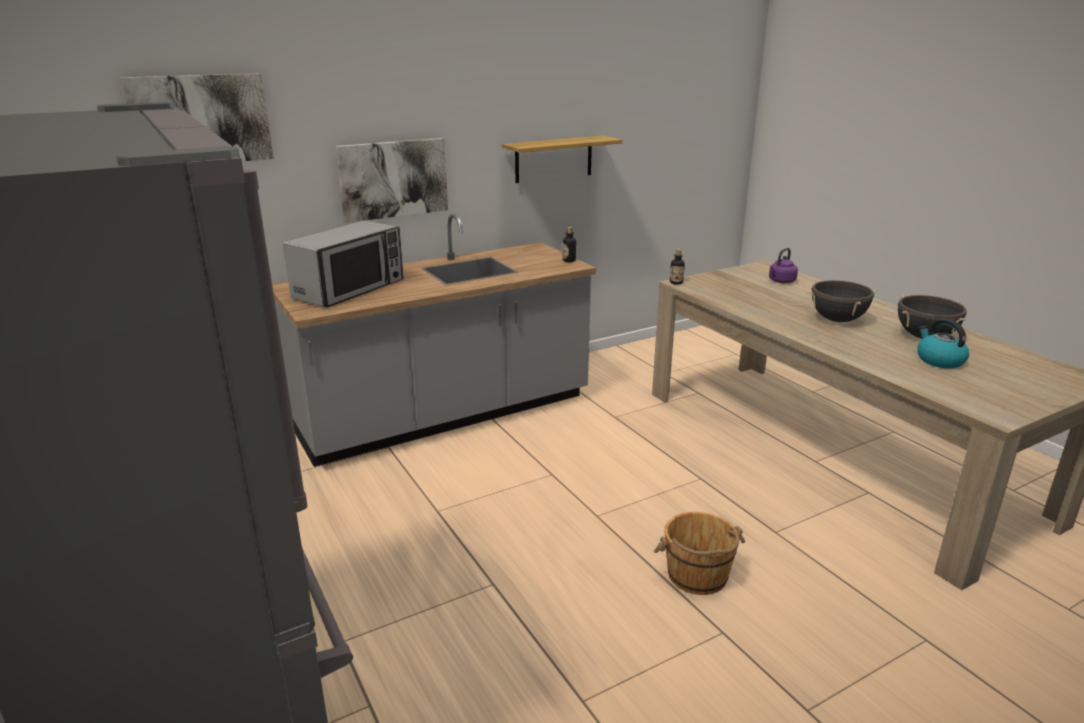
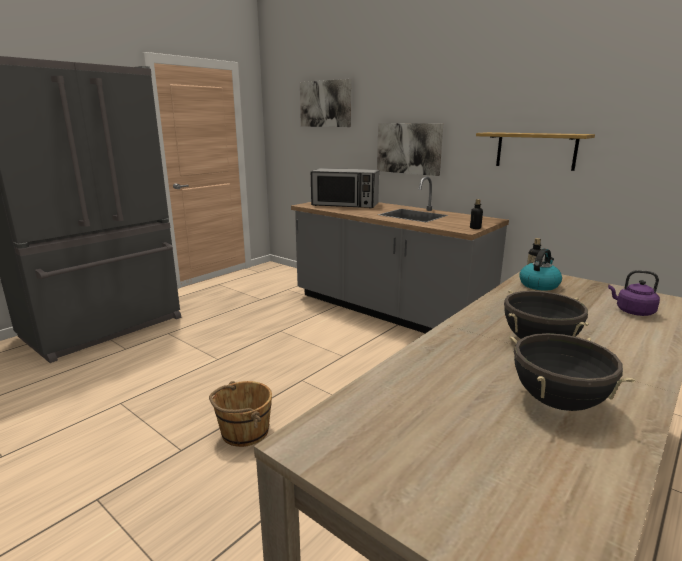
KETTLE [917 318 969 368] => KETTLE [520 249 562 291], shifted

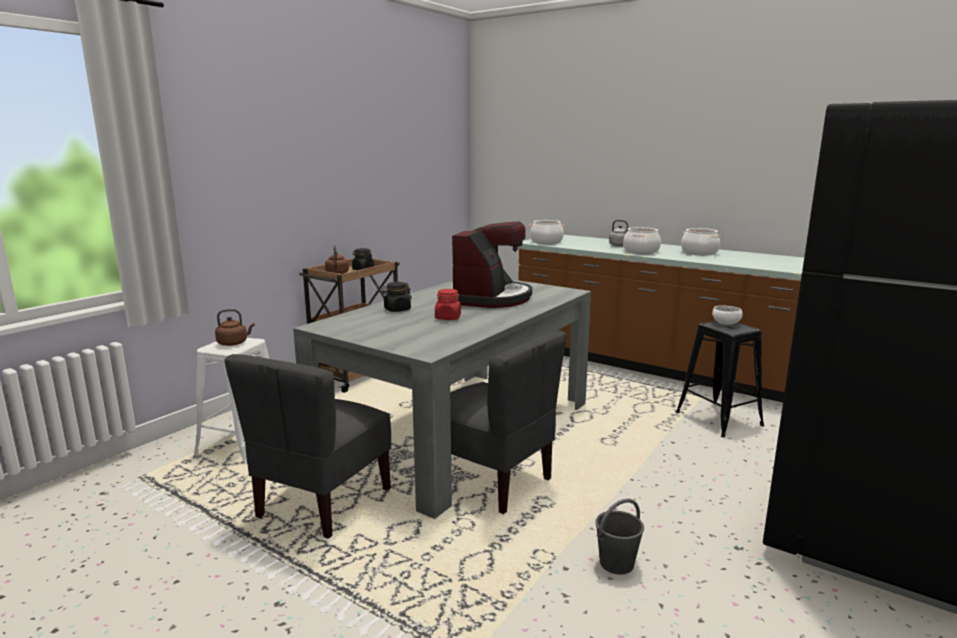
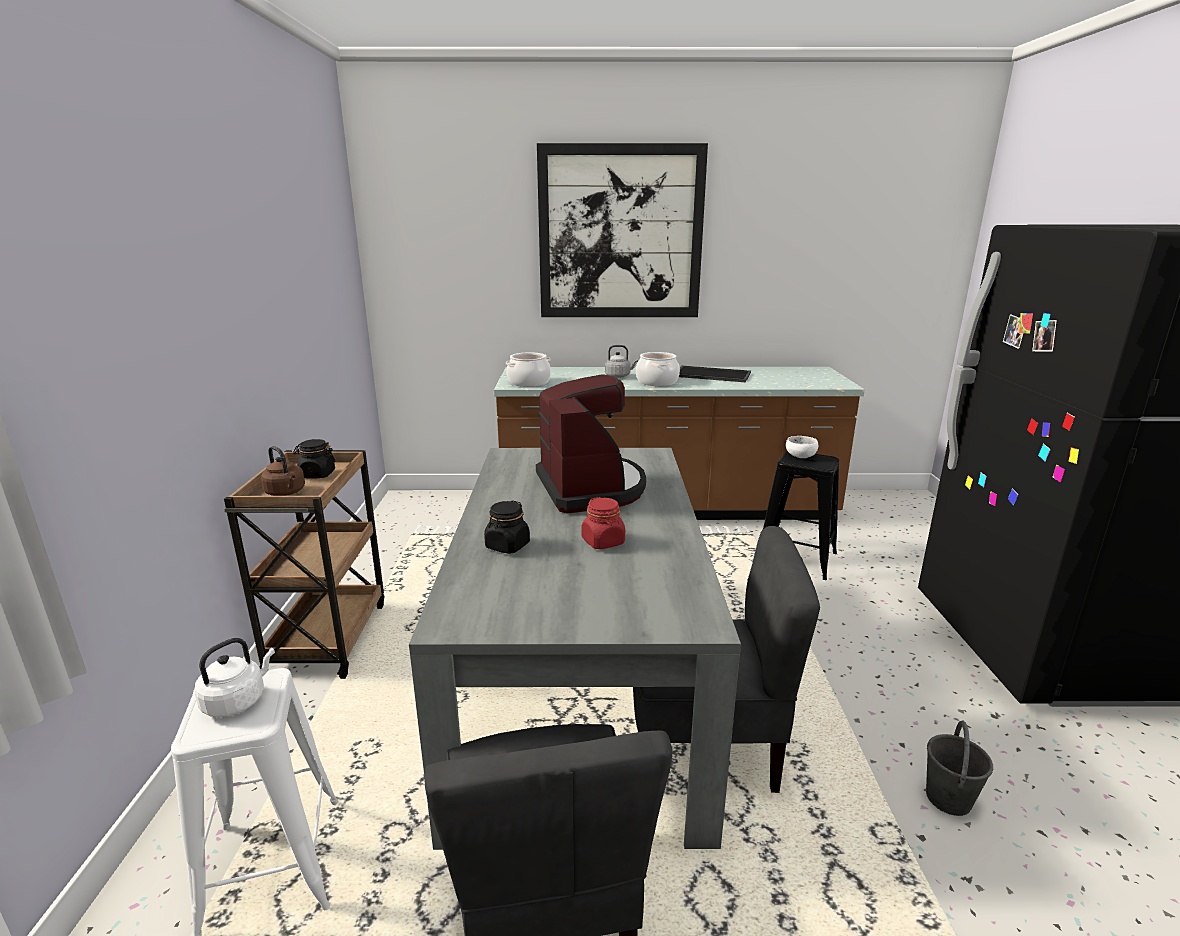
nothing => PICTURE [537 143 708 317]
COOKING POT [681 228 720 255] => TRAY [679 366 751 382]
BROWN KETTLE [215 309 255 346] => WHITE KETTLE [195 638 275 717]

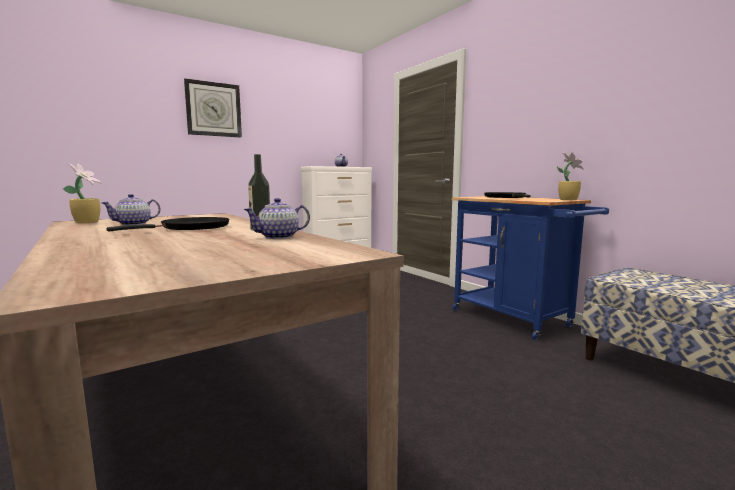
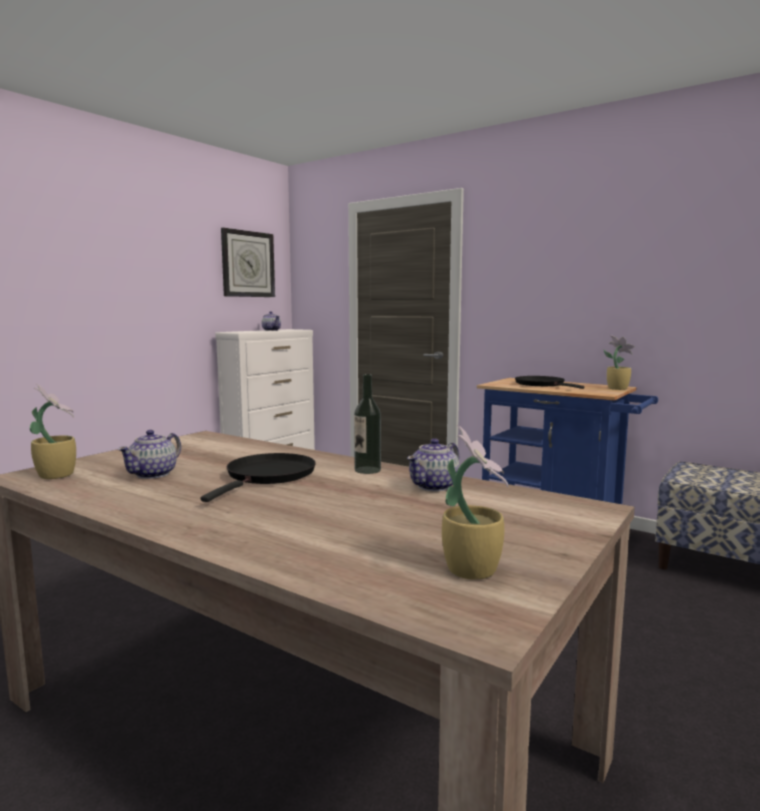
nothing => POTTED PLANT [442 425 508 580]
WALL CLOCK [184 78 242 138] => WALL CLOCK [221 228 275 297], shifted

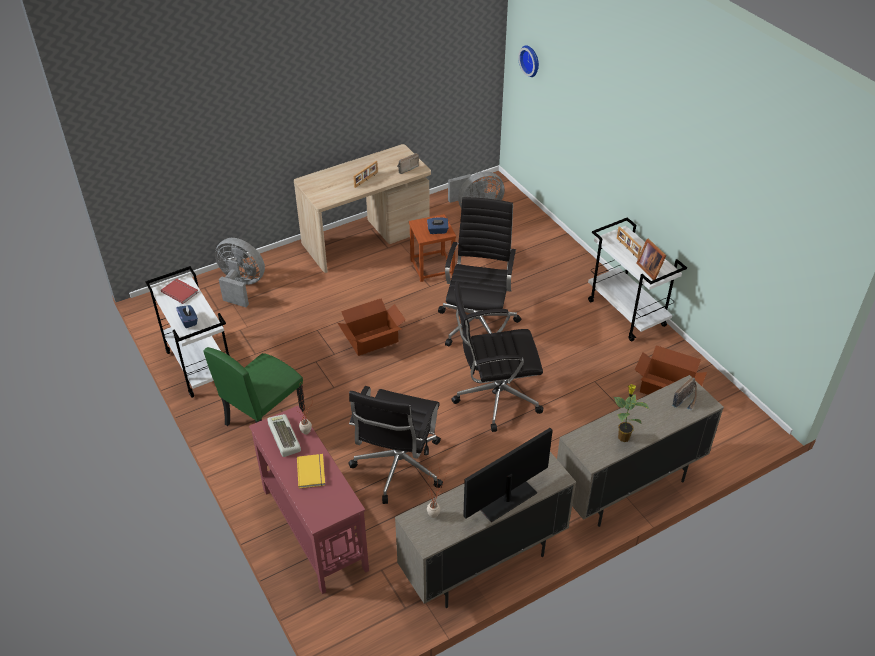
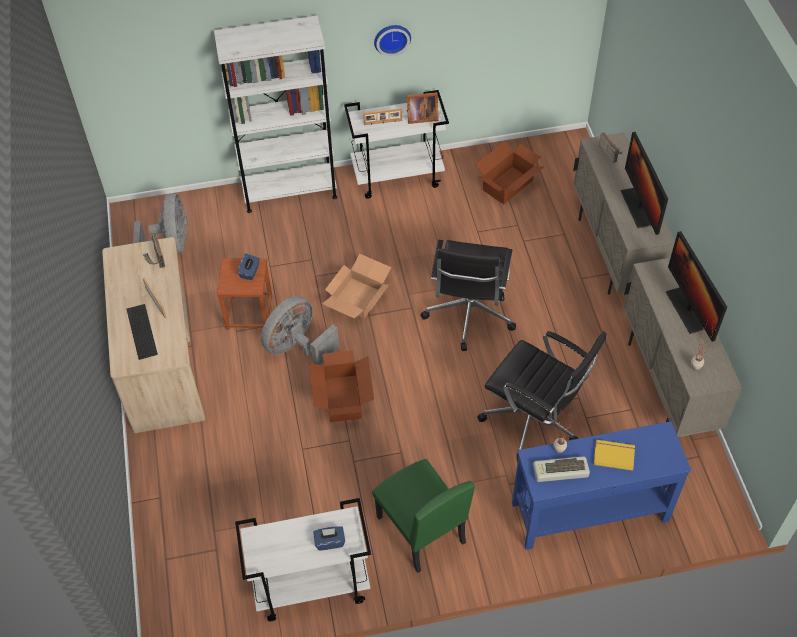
RED BOOK [161 278 199 304] => nothing
nothing => KEYBOARD [126 304 158 360]
nothing => WHITE BOOKCASE [214 15 337 213]
GREY FAN [215 238 265 307] => GREY FAN [261 296 339 365], shifted
WALL CLOCK [518 45 539 77] => WALL CLOCK [374 25 411 56], shifted
BLACK OFFICE CHAIR [438 197 521 346] => CARDBOARD BOX [322 254 391 319]
POTTED PLANT [614 384 649 442] => MONITOR [621 132 668 235]
RED CONSOLE TABLE [249 406 369 594] => BLUE CONSOLE TABLE [512 421 691 550]

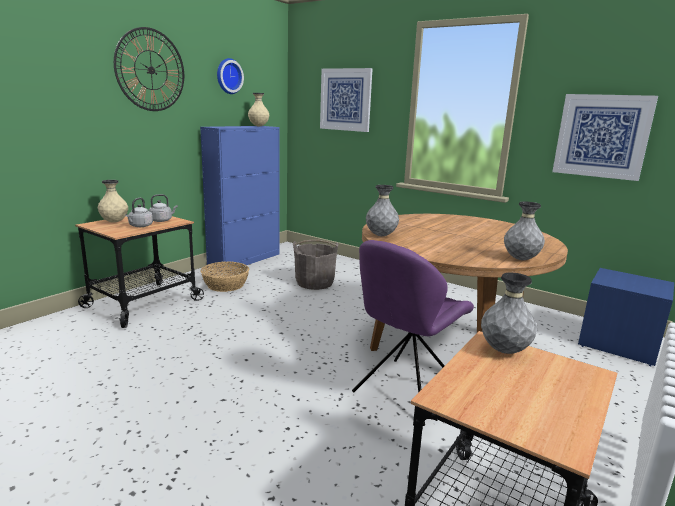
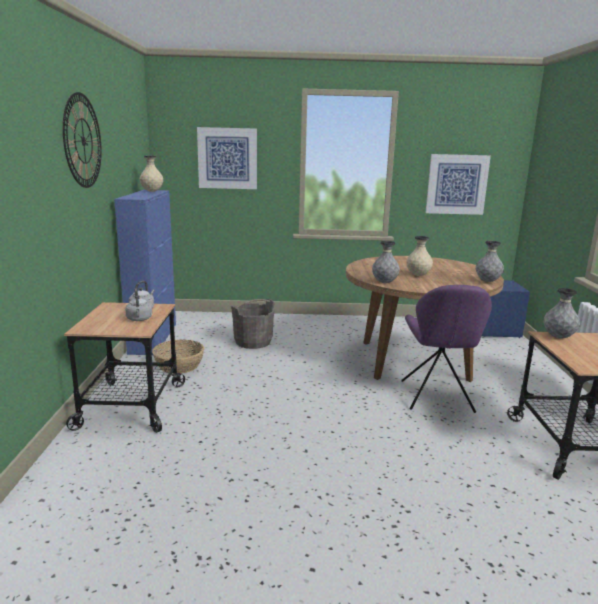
WALL CLOCK [217 58 244 94] => nothing
BEIGE VASE [98 180 128 223] => BEIGE VASE [406 236 433 276], shifted

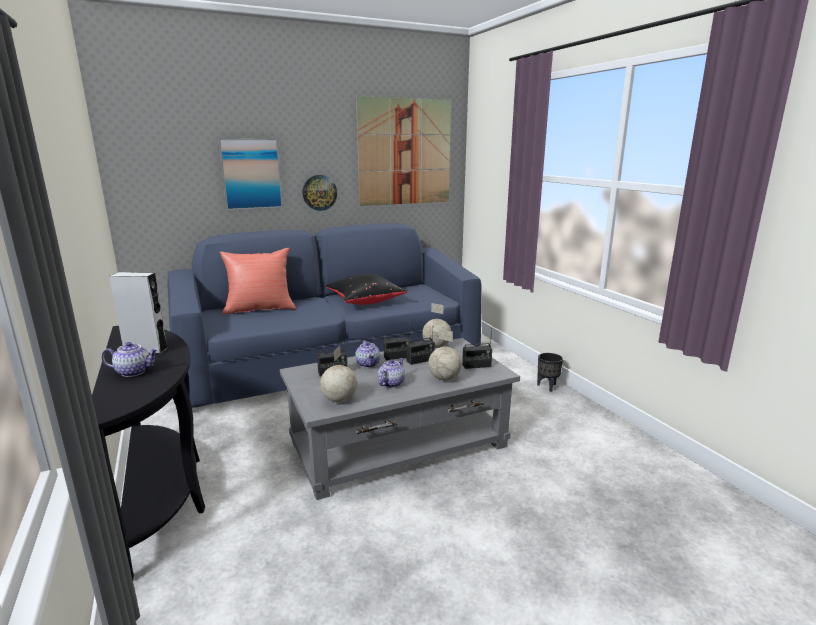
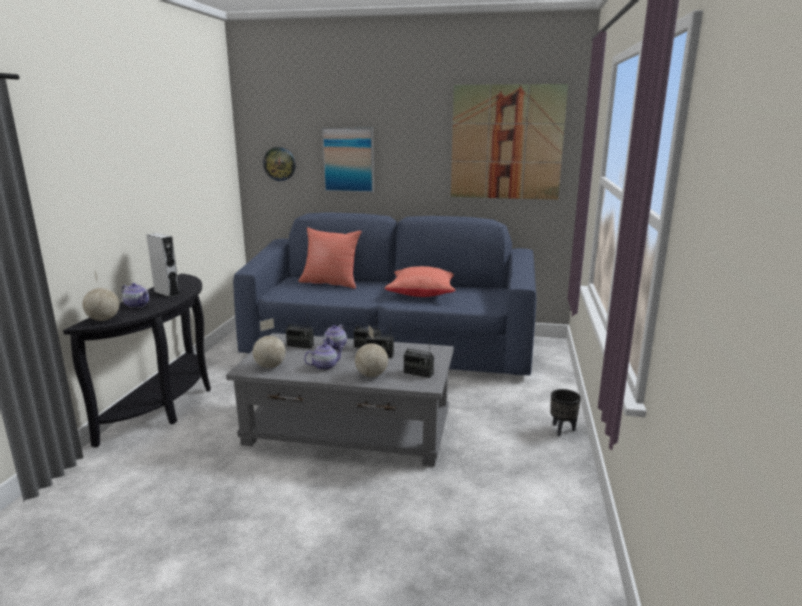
WALL CLOCK [302 175 337 211] => WALL CLOCK [263 147 296 181], shifted
GLOBE [422 303 451 348] => GLOBE [82 270 119 321], shifted
BLACK PILLOW [325 274 408 305] => RED PILLOW [385 266 456 297]

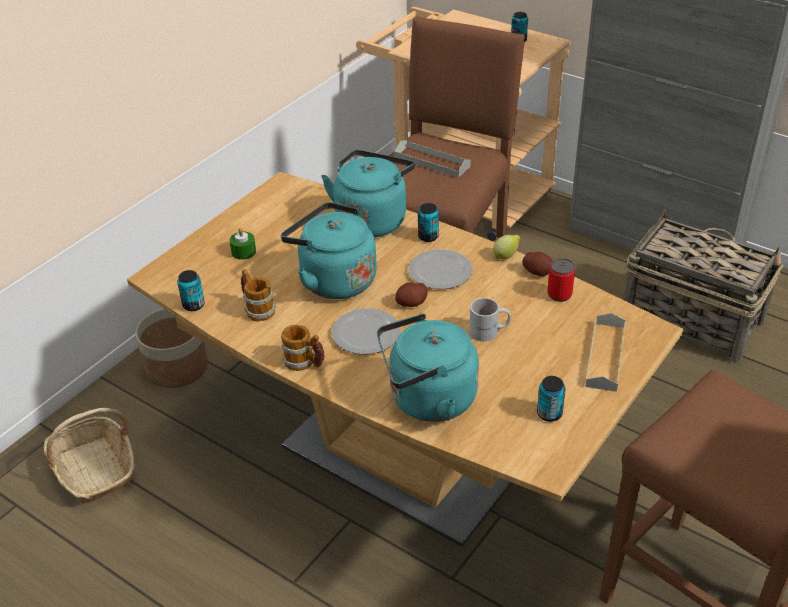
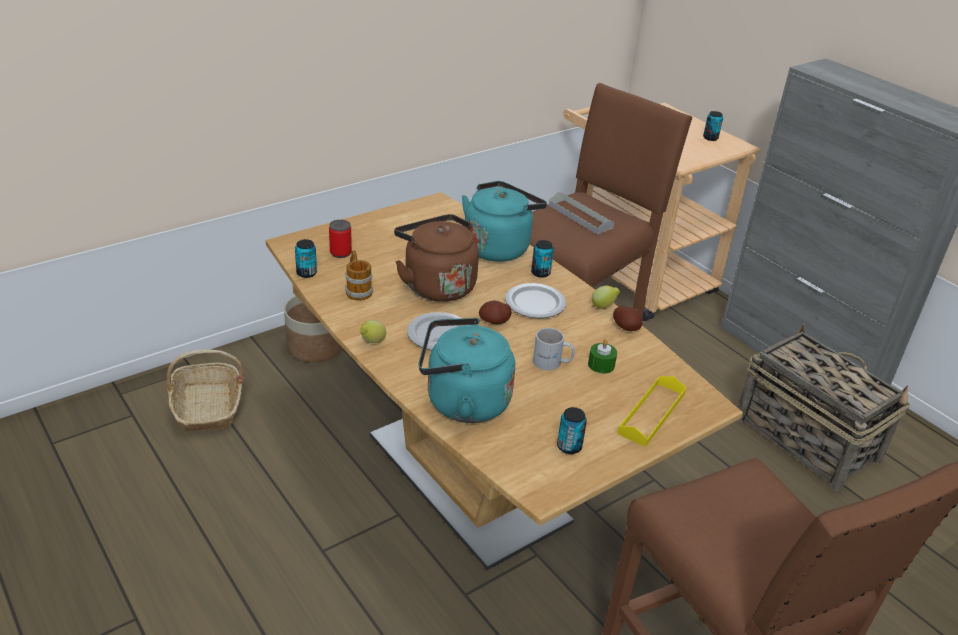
GREEN CANDLE [229 228 256 260] => GREEN CANDLE [588 339 617 373], shifted
CAN [547 258 575 302] => CAN [329 220 352 258], shifted
MUG [281 325 325 371] => LEMON [360 320 386 343]
TURQUOISE KETTLE [281 202 377 299] => BROWN KETTLE [394 214 479 302]
GREY TRAY [585 313 626 392] => YELLOW TRAY [617 376 686 447]

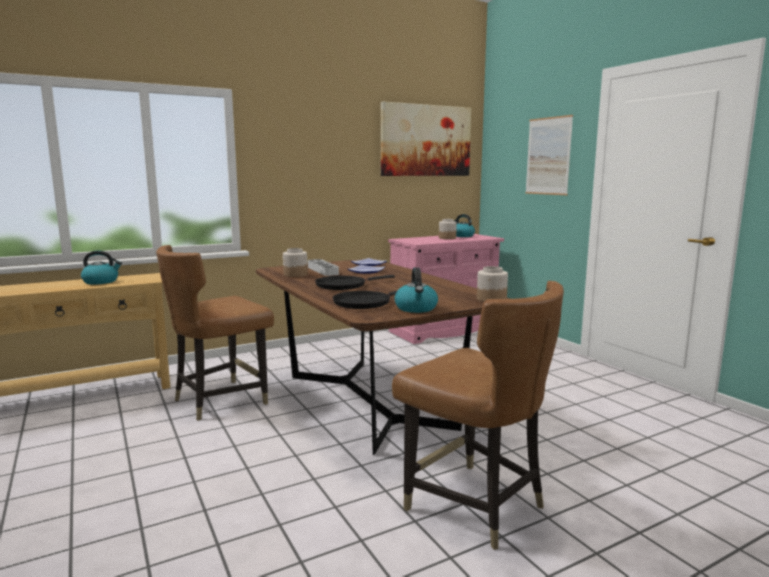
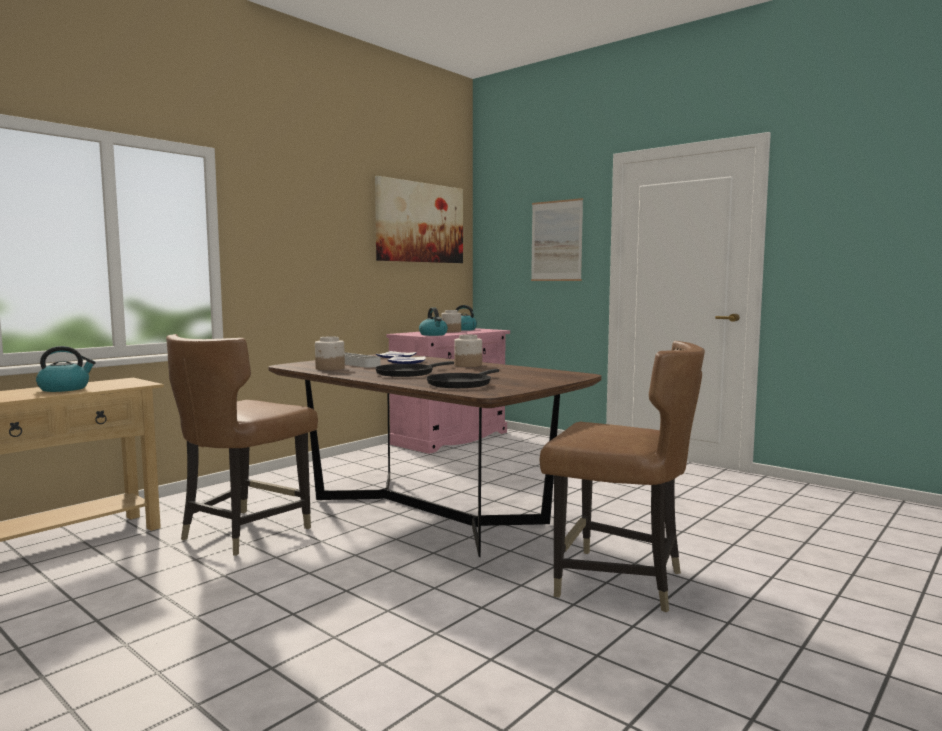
KETTLE [395 267 438 313] => KETTLE [419 307 448 336], shifted
JAR [477 266 508 302] => JAR [454 335 482 367], shifted

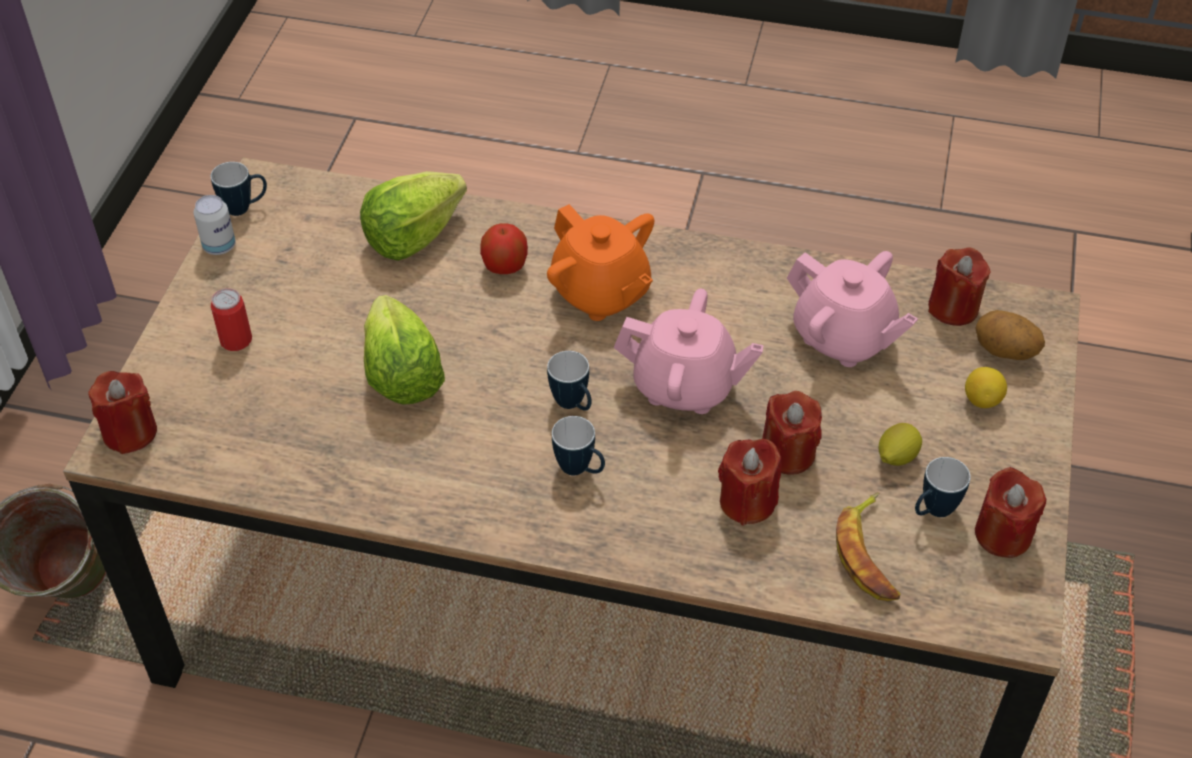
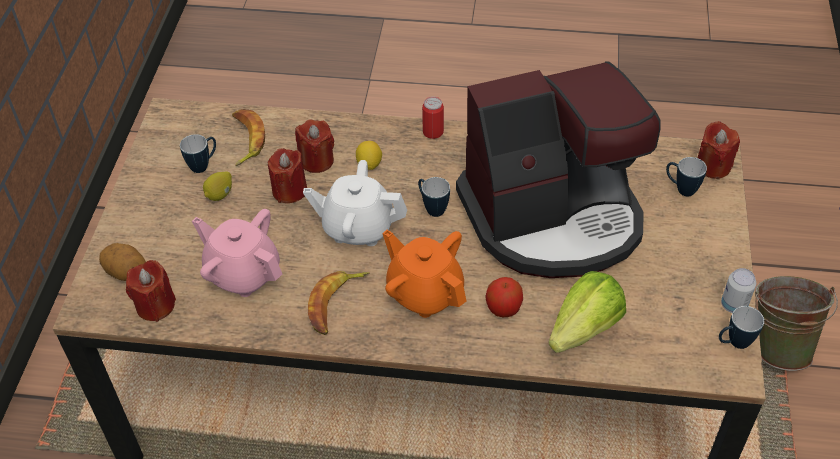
RED CANDLE [975 467 1046 558] => nothing
nothing => BANANA [308 271 370 335]
CAN [211 288 252 351] => CAN [422 97 444 139], shifted
MUG [552 416 605 475] => MUG [666 157 707 197], shifted
LEMON [965 367 1007 408] => LEMON [356 141 382 170], shifted
LETTUCE [364 295 445 405] => COFFEE MACHINE [456 61 661 278]
PINK TEAPOT [614 288 764 414] => WHITE TEAPOT [303 160 407 246]

